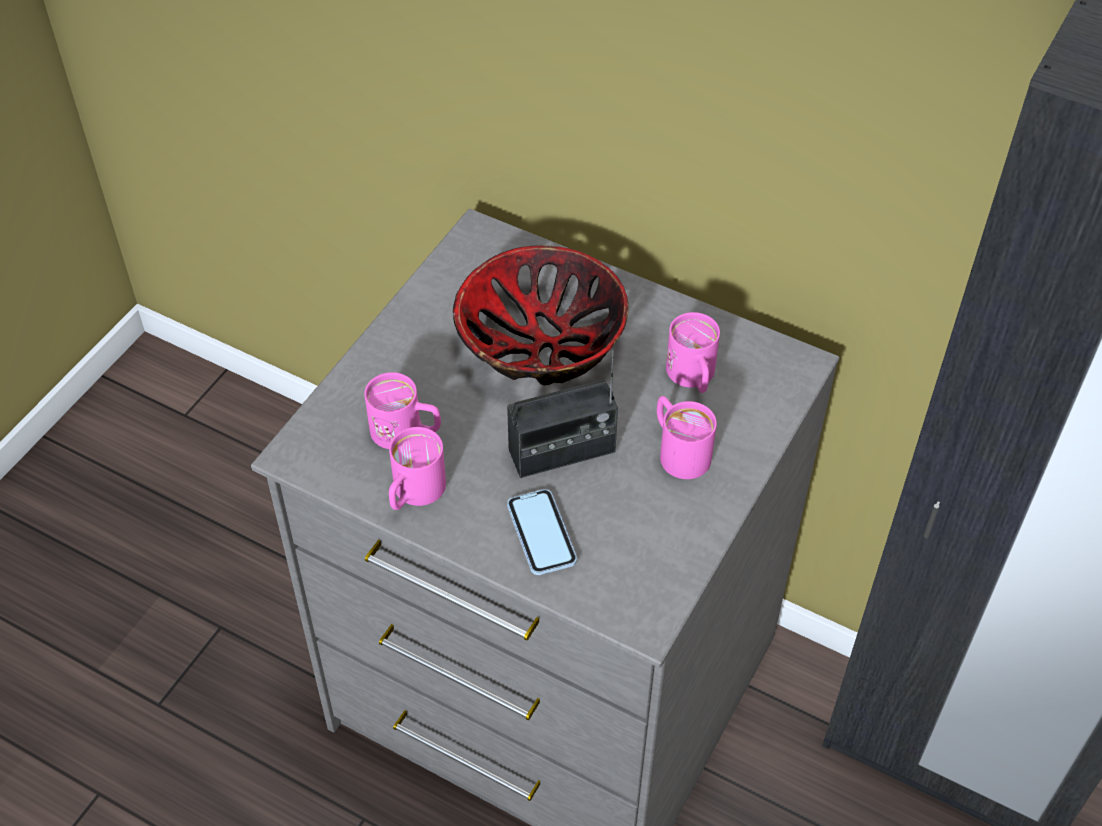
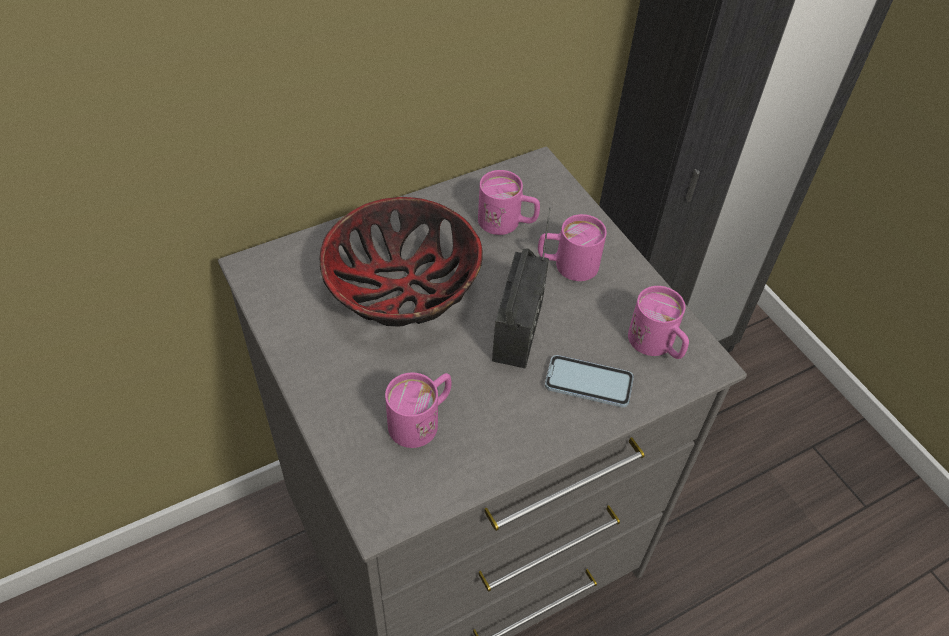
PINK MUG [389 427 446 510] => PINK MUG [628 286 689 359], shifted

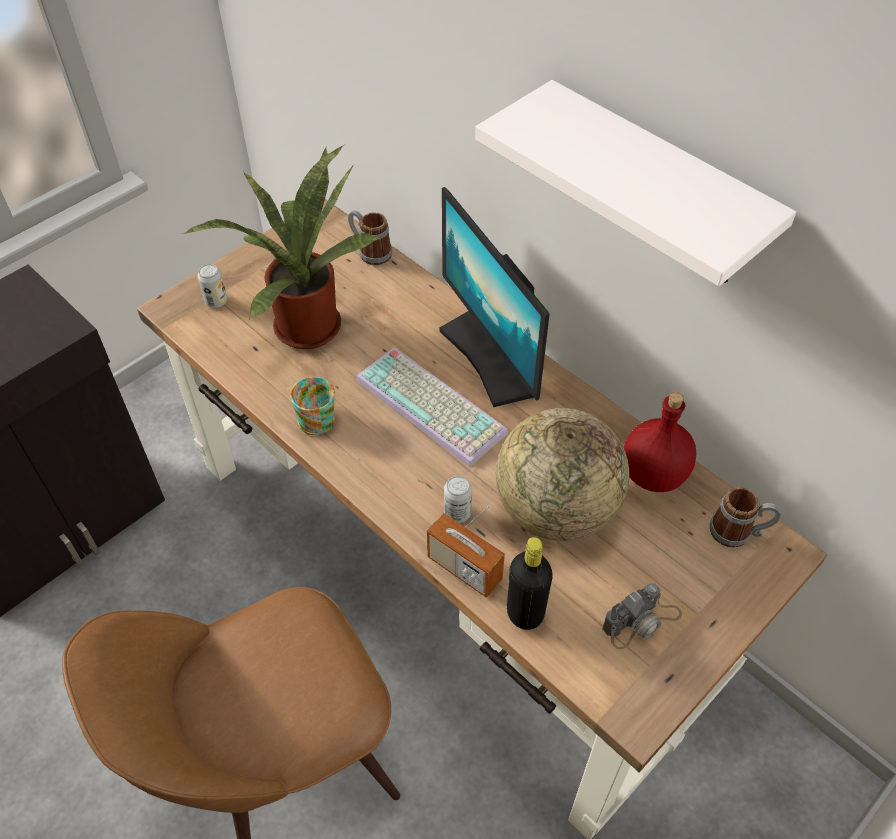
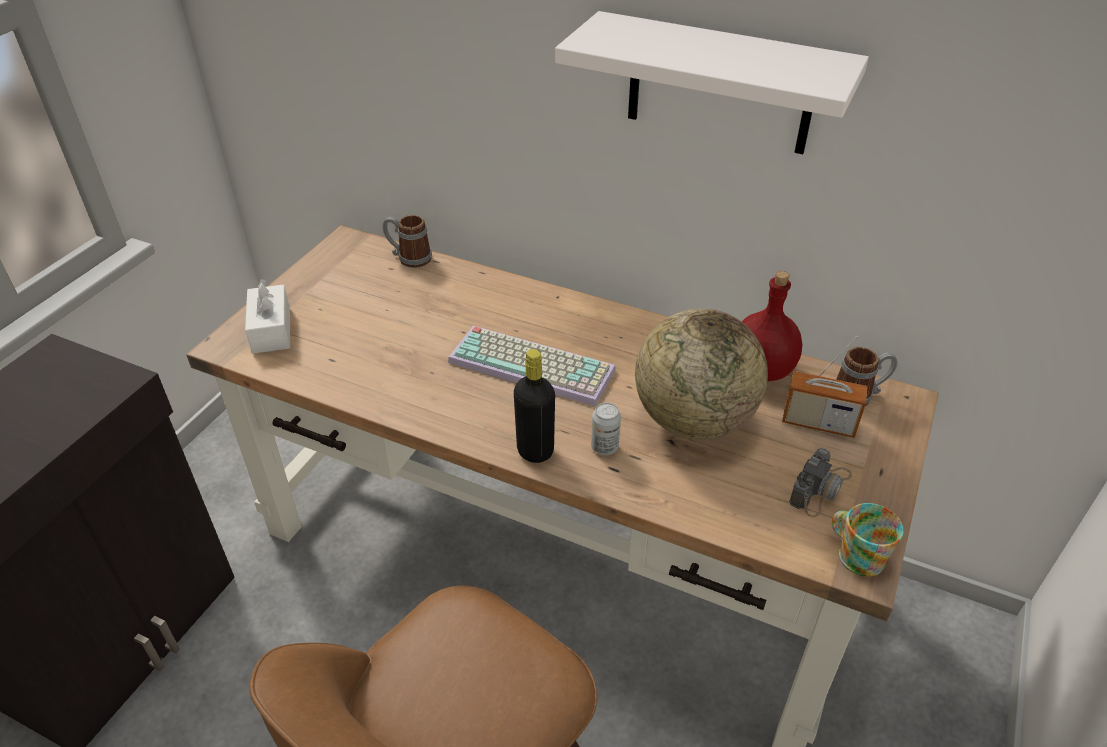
POTTED PLANT [185 144 382 349] => nothing
MONITOR [439 187 550 407] => nothing
MUG [290 377 335 435] => MUG [831 503 904 577], shifted
RADIO [427 505 505 598] => RADIO [782 336 868 438], shifted
BLACK BOTTLE [507 537 553 630] => BLACK BOTTLE [514 349 555 463], shifted
CAN [197 264 227 308] => WHITE TISSUE BOX [245 279 290 354]

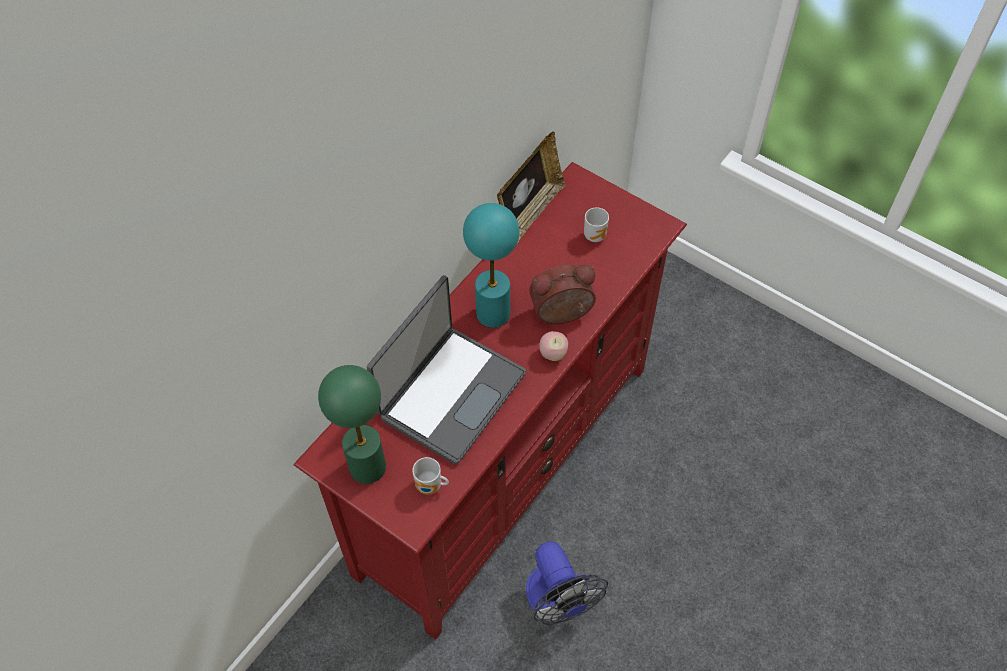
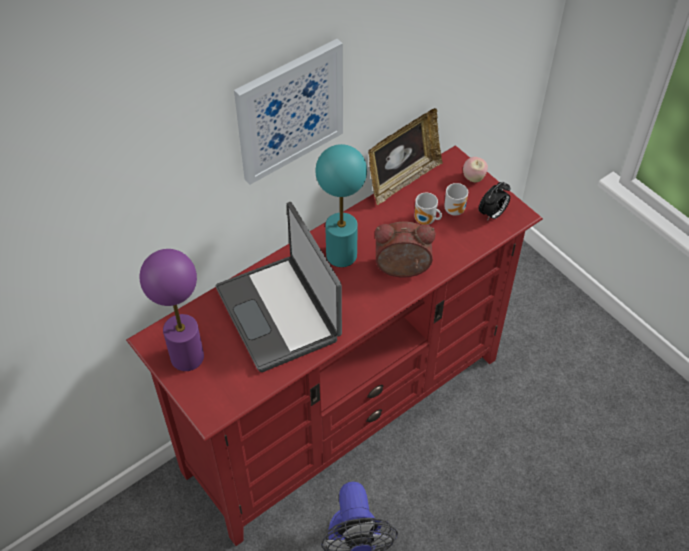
nothing => PICTURE [234 39 343 185]
nothing => ALARM CLOCK [479 181 510 221]
MUG [412 457 449 495] => MUG [415 193 442 225], shifted
APPLE [539 331 568 361] => APPLE [463 157 488 182], shifted
GREEN TABLE LAMP [318 365 386 484] => PURPLE TABLE LAMP [140 249 204 371]
LAPTOP [367 275 526 464] => LAPTOP [216 202 342 372], 105 degrees clockwise

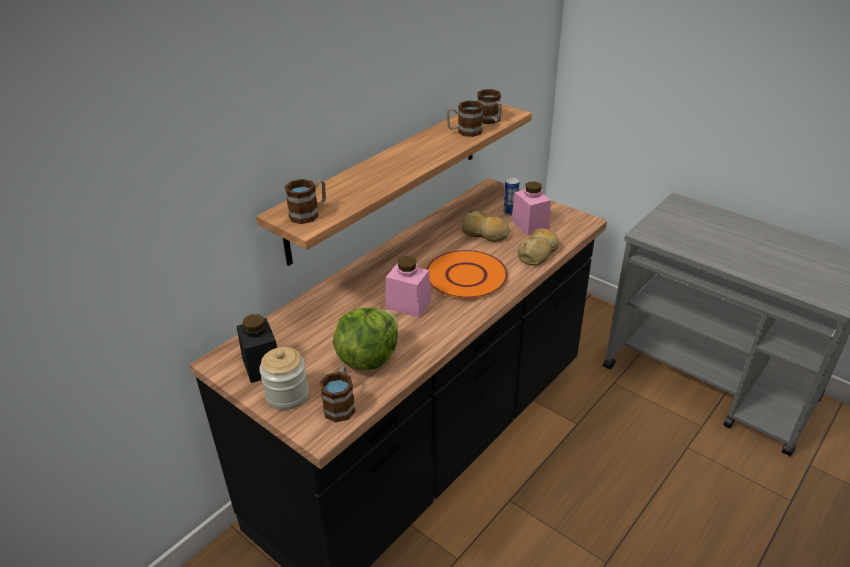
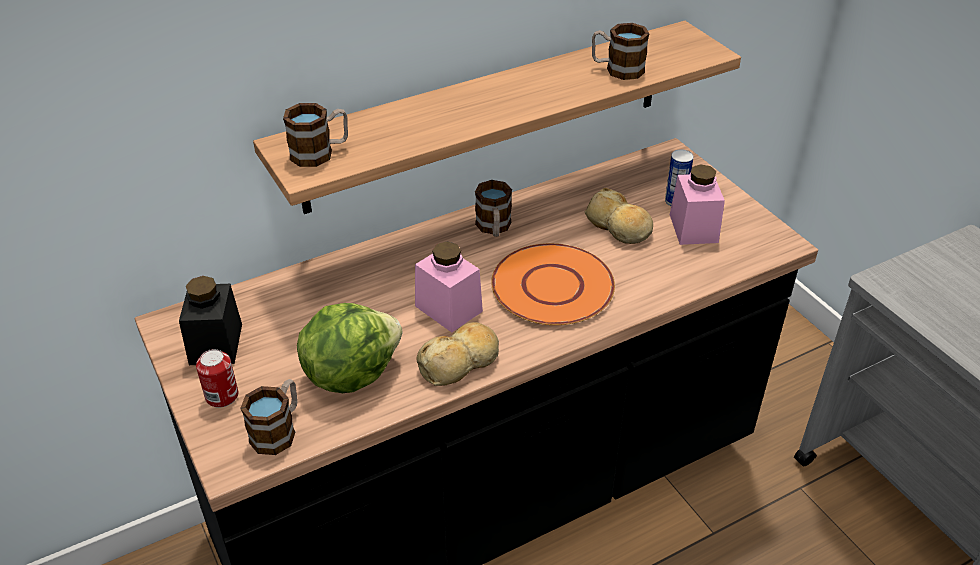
MUG [477 89 502 124] => MUG [475 180 512 237], shifted
BREAD [518 228 559 265] => BREAD [416 322 499 386], shifted
JAR [259 347 309 410] => CAN [196 349 238 408]

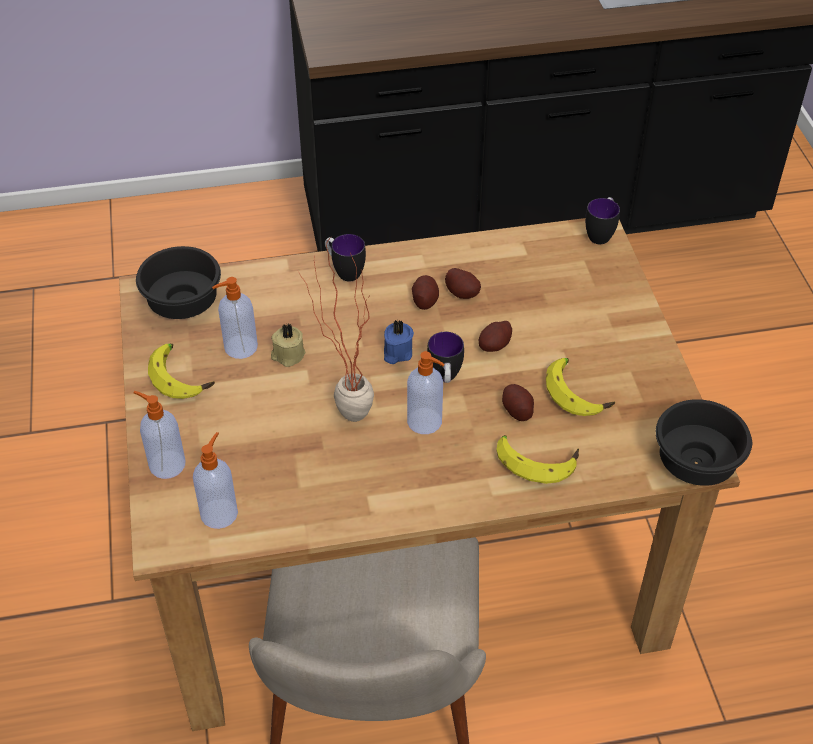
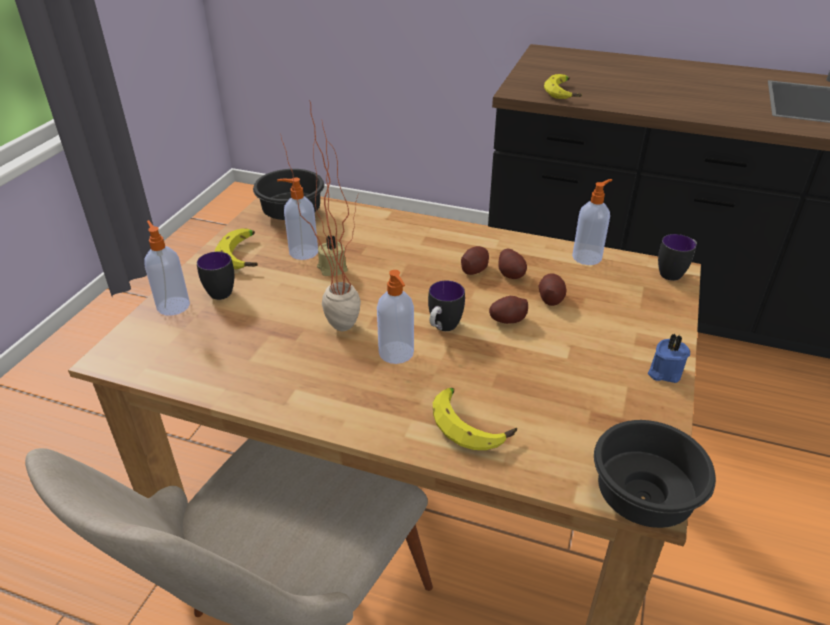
SOAP DISPENSER [193 432 238 529] => SOAP DISPENSER [572 179 613 265], shifted
MUG [325 234 366 281] => MUG [197 252 234 300], shifted
BLUE CANDLE [384 320 414 364] => BLUE CANDLE [648 333 690 383], shifted
POTATO [502 384 534 421] => POTATO [539 274 567 306], shifted
BANANA [546 358 615 416] => BANANA [544 74 582 99], shifted

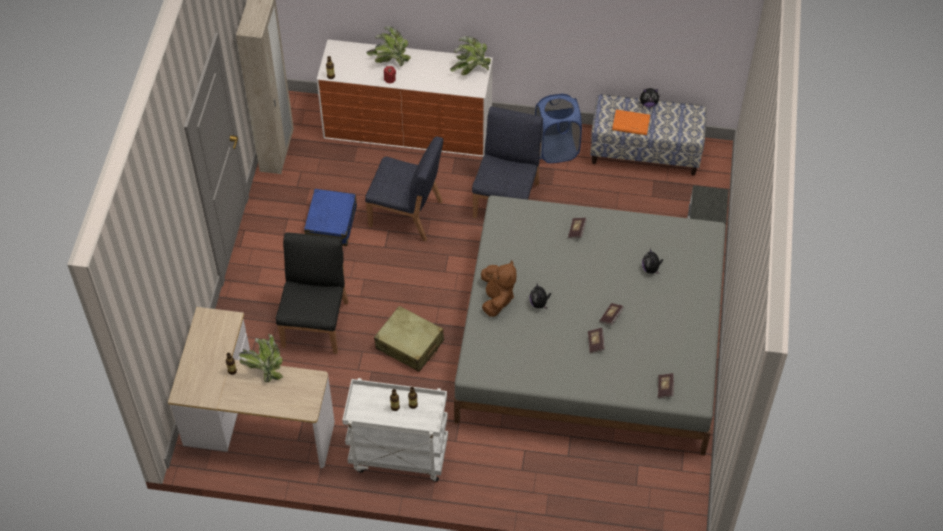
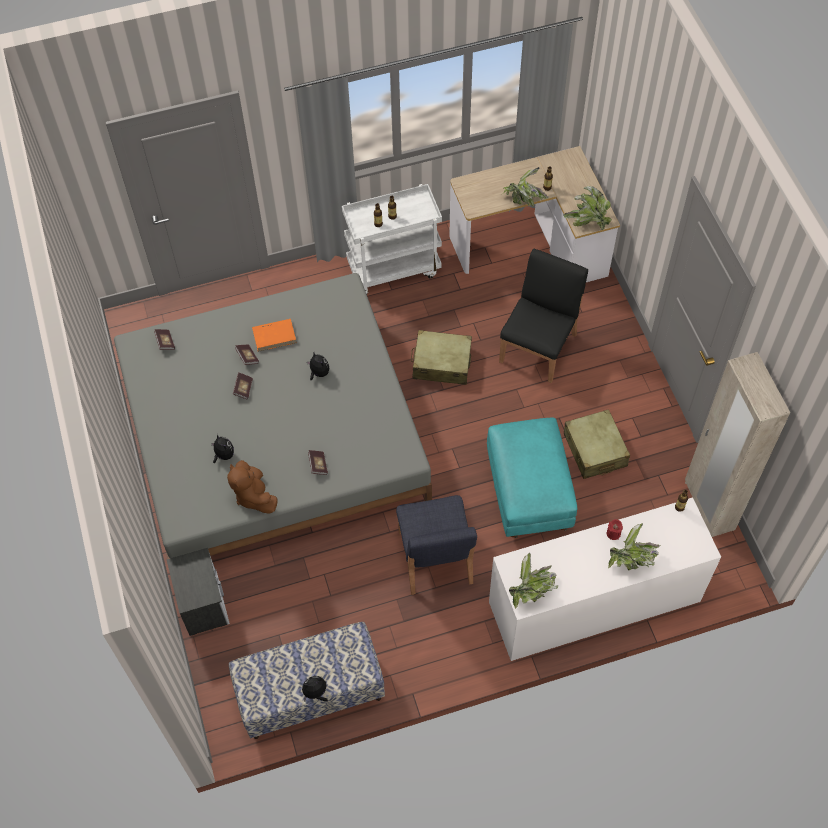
BLUE LAUNDRY BASKET [535 93 582 163] => nothing
nothing => POTTED PLANT [563 186 612 230]
BROWN PLUSH TOY [481 261 517 317] => BROWN PLUSH TOY [227 460 278 514], shifted
ORANGE BOOK [612 110 650 135] => ORANGE BOOK [252 319 297 352], shifted
BLUE CHAIR [365 136 443 241] => TURQUOISE OTTOMAN [487 418 577 538]
BLUE SUITCASE [304 189 357 246] => BEIGE SUITCASE [564 409 630 479]
BLACK CHAIR [276 232 348 354] => BLACK CHAIR [499 249 588 383], 135 degrees counterclockwise

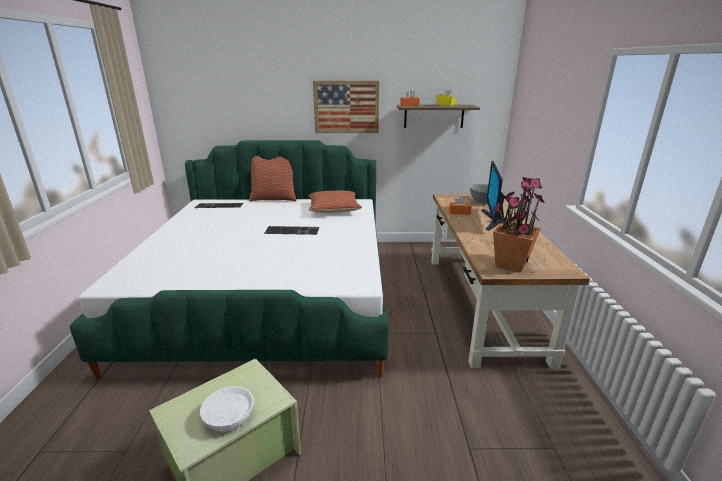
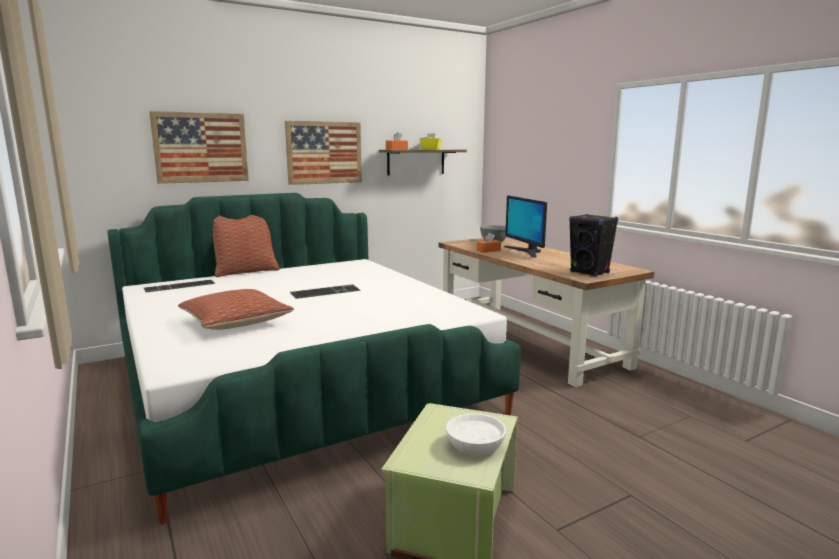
nothing => PICTURE [149 111 249 184]
PILLOW [309 191 362 213] => PILLOW [178 289 294 330], shifted
POTTED PLANT [493 177 545 272] => BLACK SPEAKER [569 214 618 276]

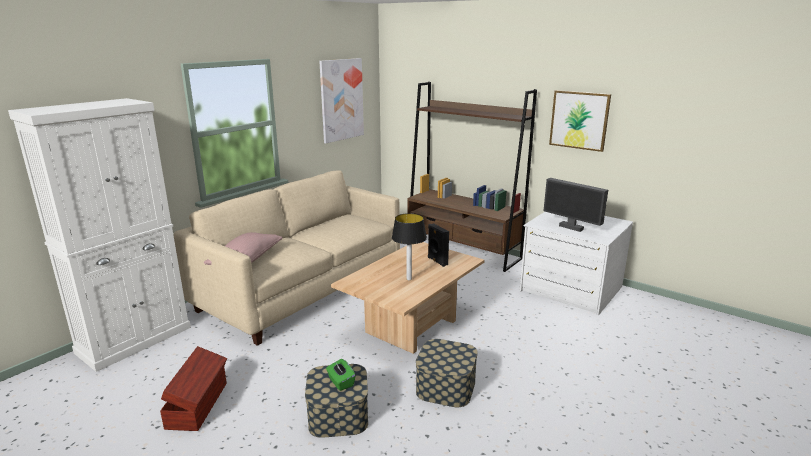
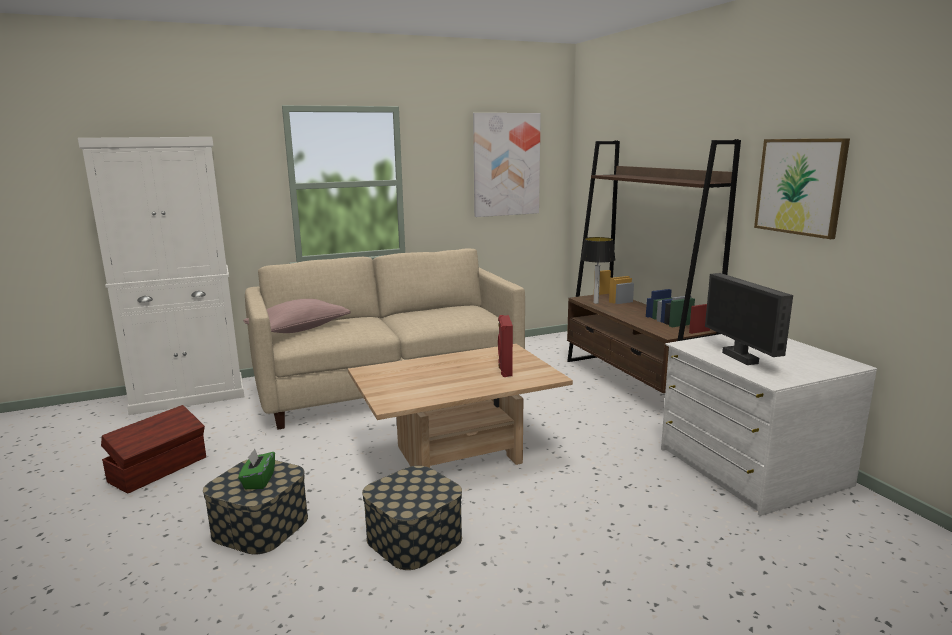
TABLE LAMP [392 213 427 280] => TABLE LAMP [581 237 616 304], shifted
BLACK SPEAKER [428 224 449 267] => RED SPEAKER [498 315 513 377]

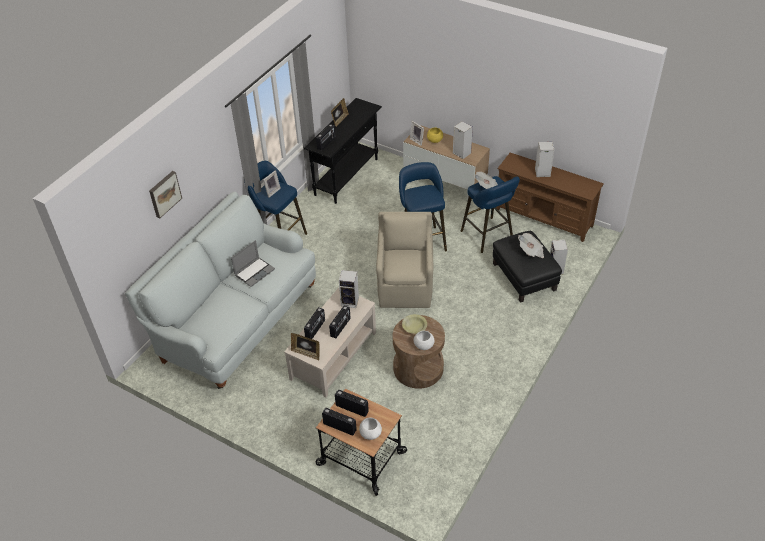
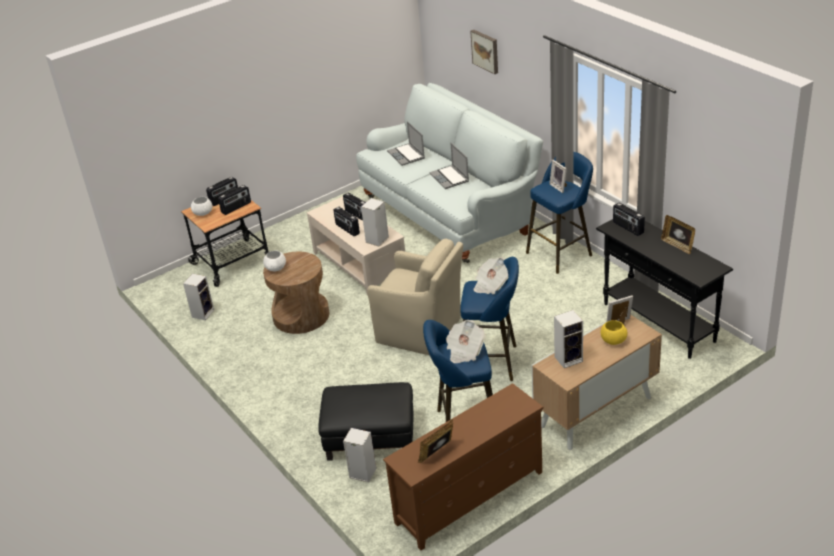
YELLOW BOWL [402 314 427 334] => nothing
nothing => LAPTOP [387 121 425 166]
PICTURE FRAME [291 333 320 361] => PICTURE FRAME [418 419 453 463], shifted
NEWSPAPER [518 233 544 258] => NEWSPAPER [473 257 508 295], shifted
SPEAKER [535 142 554 177] => SPEAKER [183 274 214 320], shifted

